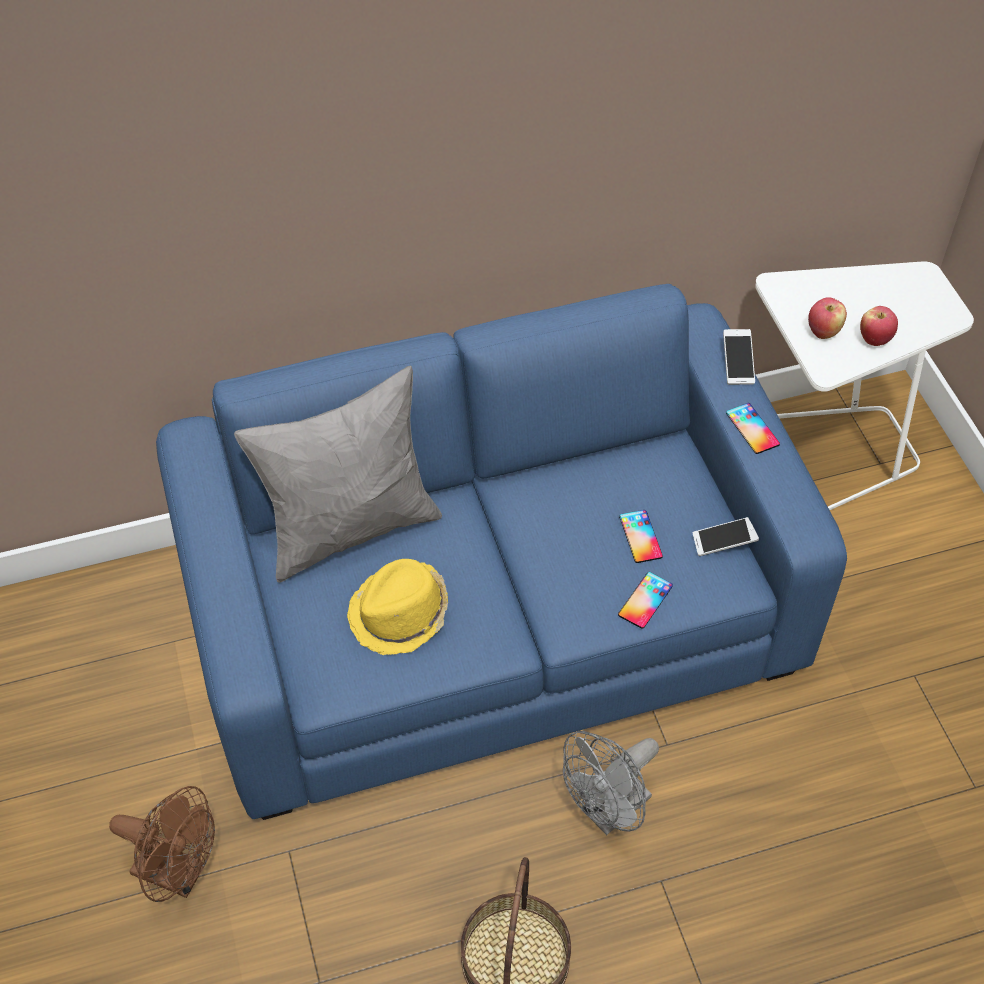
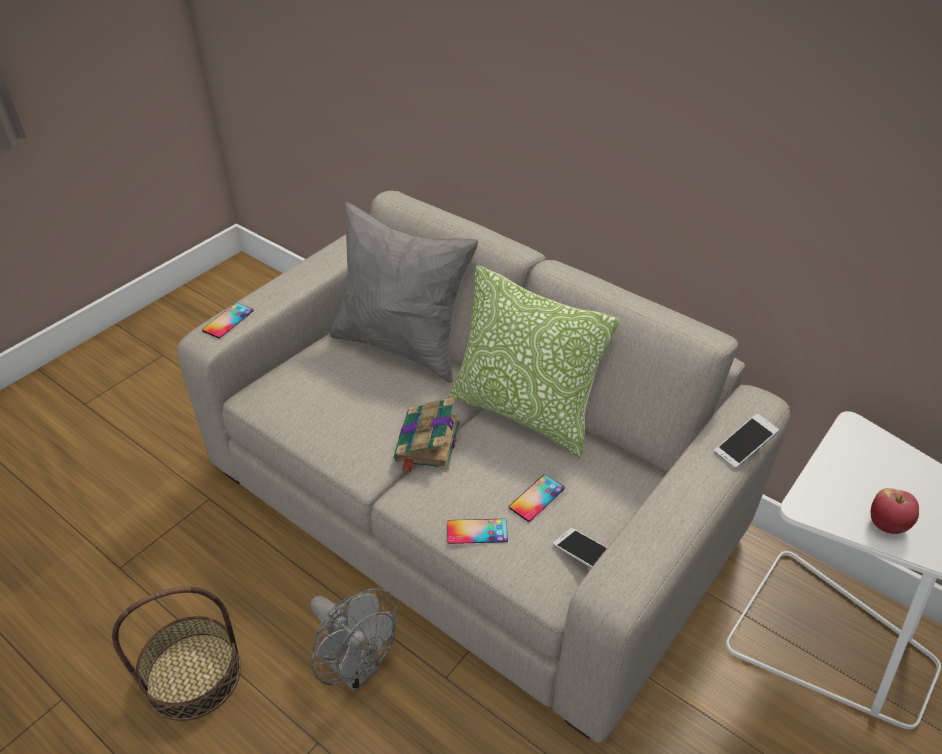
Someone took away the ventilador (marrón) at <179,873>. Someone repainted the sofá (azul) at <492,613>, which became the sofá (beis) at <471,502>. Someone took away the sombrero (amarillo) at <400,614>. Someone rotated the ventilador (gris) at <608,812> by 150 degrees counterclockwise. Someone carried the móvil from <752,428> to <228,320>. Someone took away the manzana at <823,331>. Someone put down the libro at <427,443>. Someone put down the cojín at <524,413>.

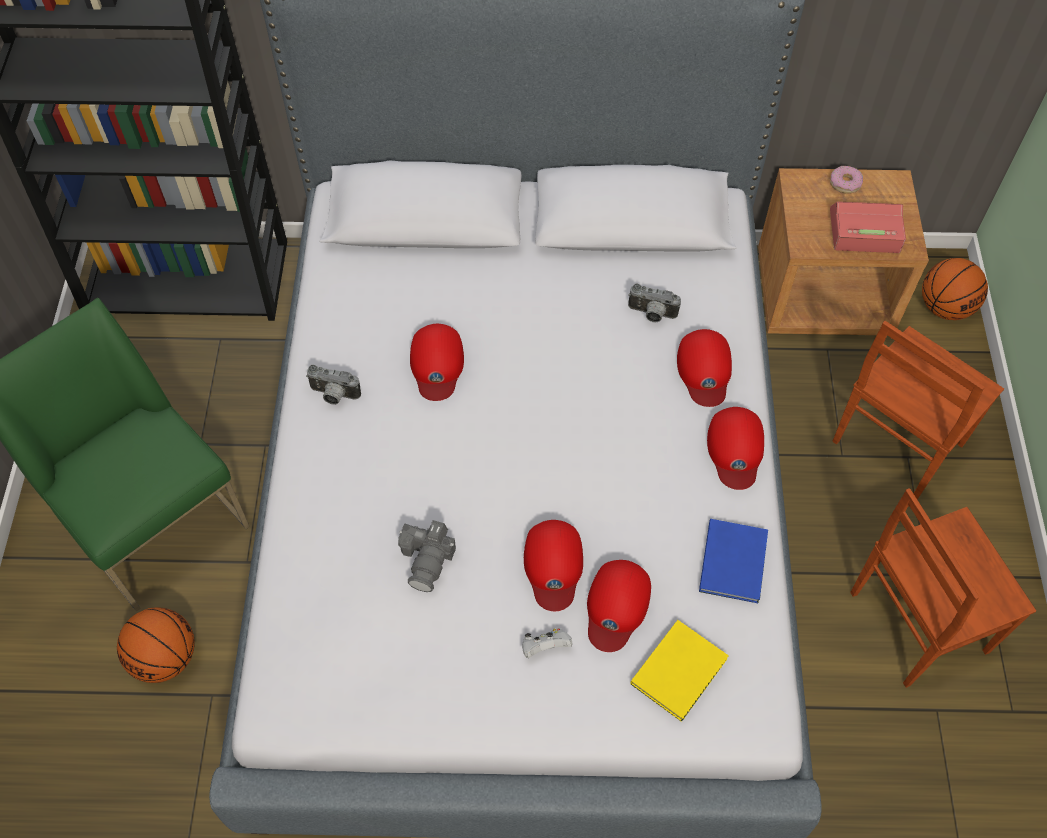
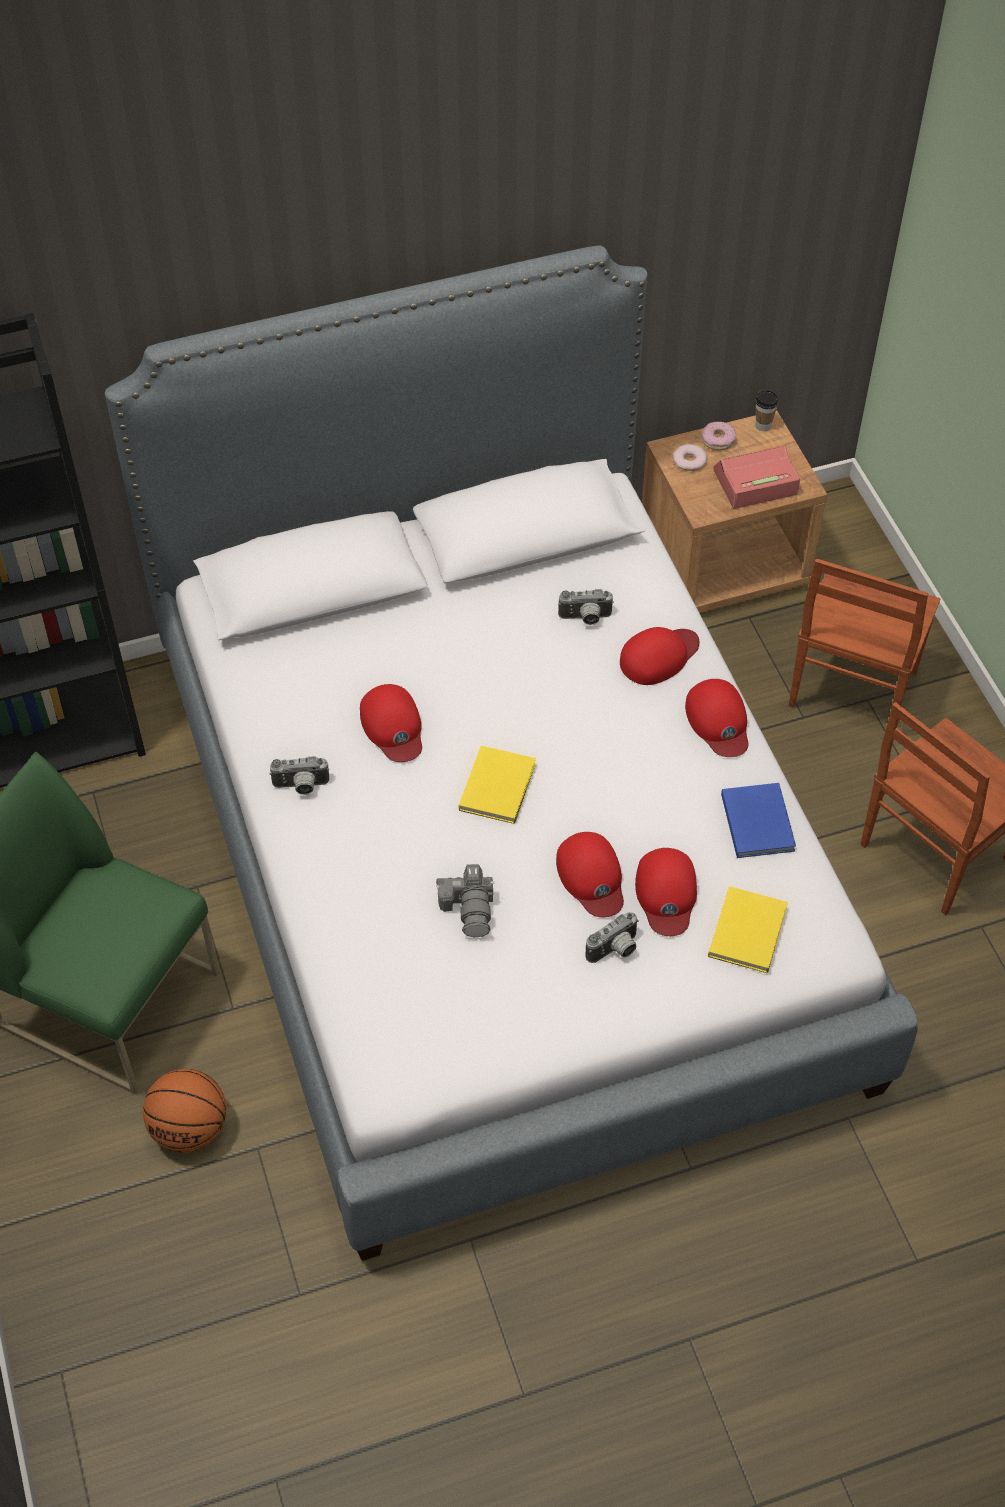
Someone swapped the mando de consola (blanco) at <545,647> for the cámara at <615,950>. Someone rotated the gorra (rojo) at <704,370> by 105 degrees counterclockwise. Someone took away the balón de baloncesto at <945,307>. Someone put down the libro (amarillo) at <499,785>. Someone put down the rosquilla at <689,460>. Someone put down the taza at <763,425>.

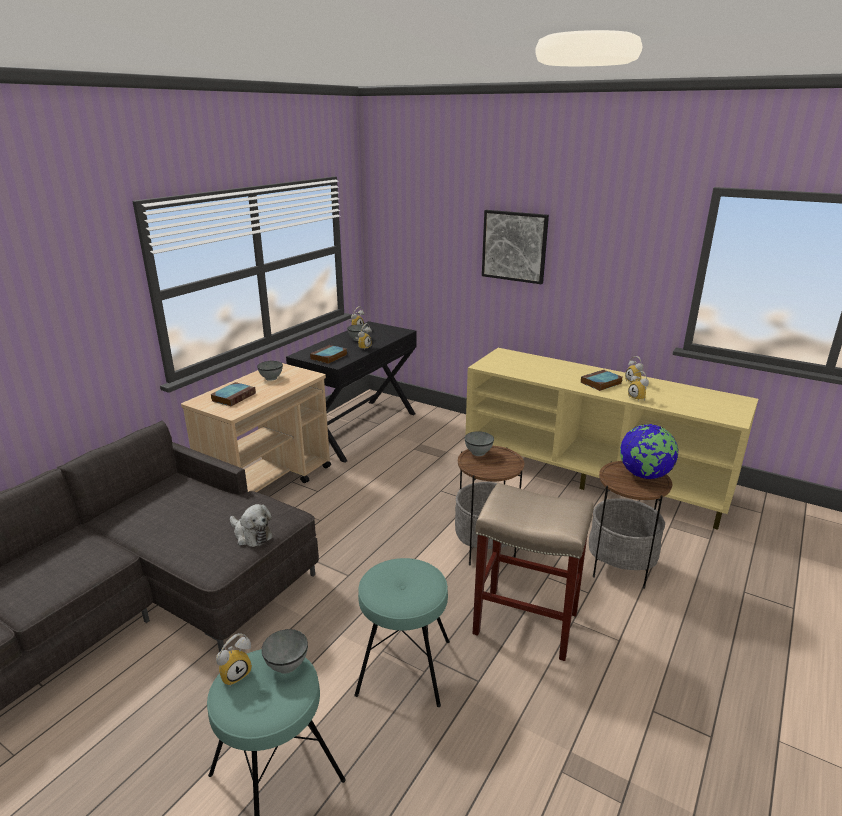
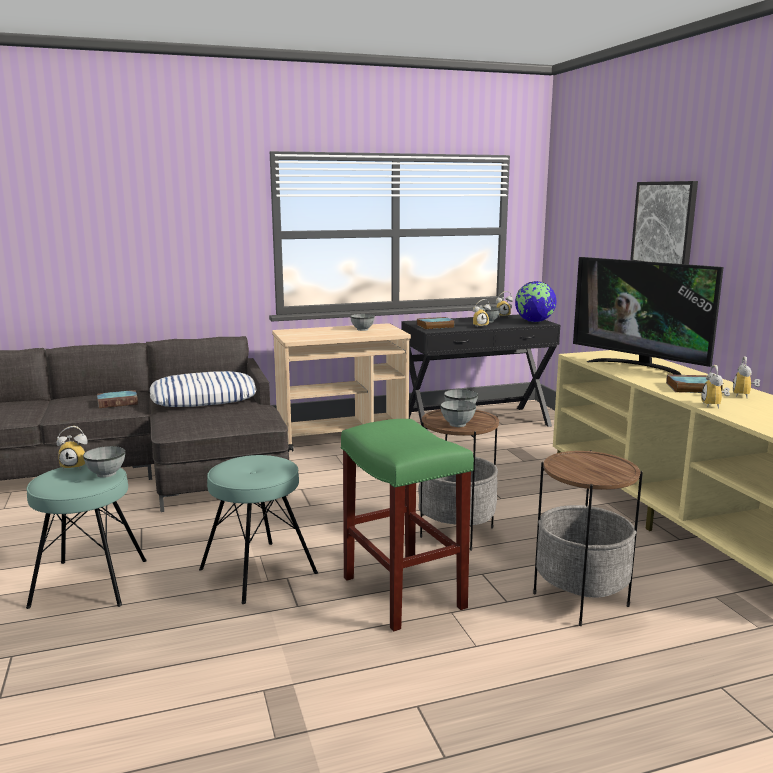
Someone carried the libro from <234,397> to <118,402>. Someone took away the peluche at <251,535>. Someone repainted the taburete (beis) at <527,623>, which became the taburete (verde) at <405,593>. Someone carried the globo terráqueo from <644,475> to <534,322>. Someone put down the cojín at <204,398>. Someone put down the cuenco (gris) at <458,424>. Someone put down the televisor at <639,367>.

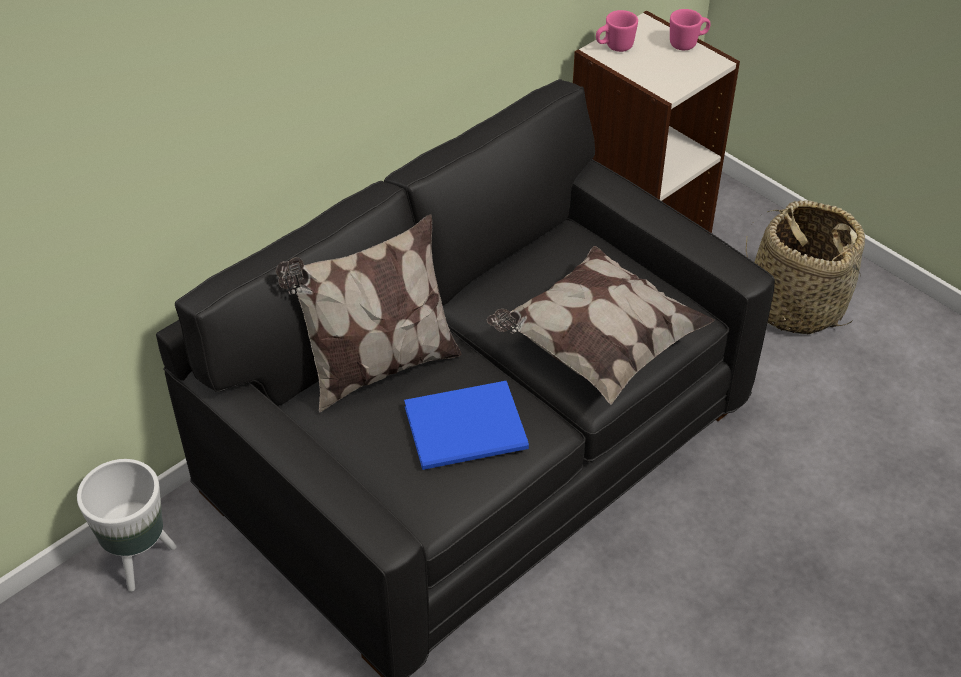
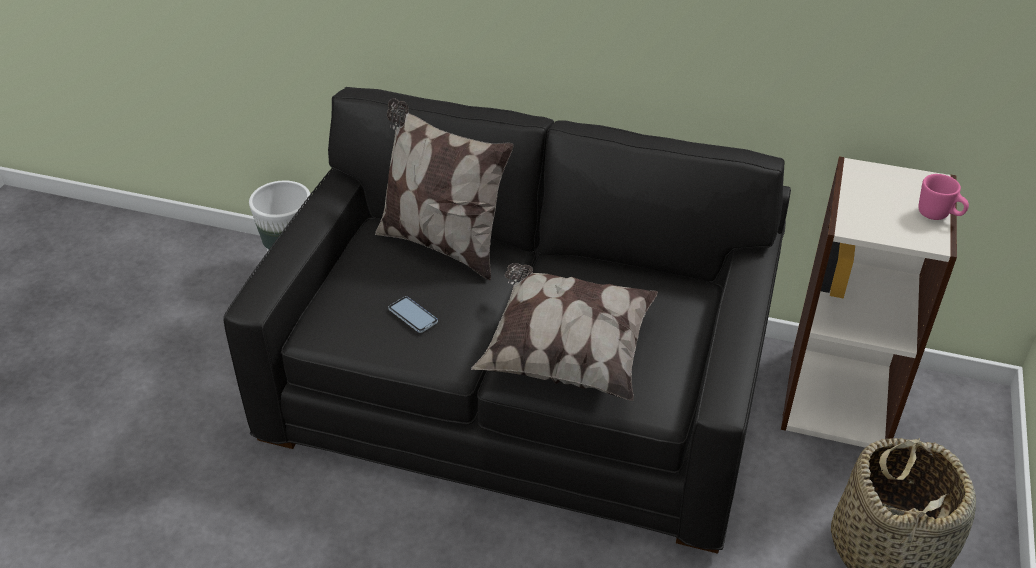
Someone swapped the libro (azul) at <469,430> for the móvil at <413,315>. Someone took away the taza grande (rosa) at <614,47>.

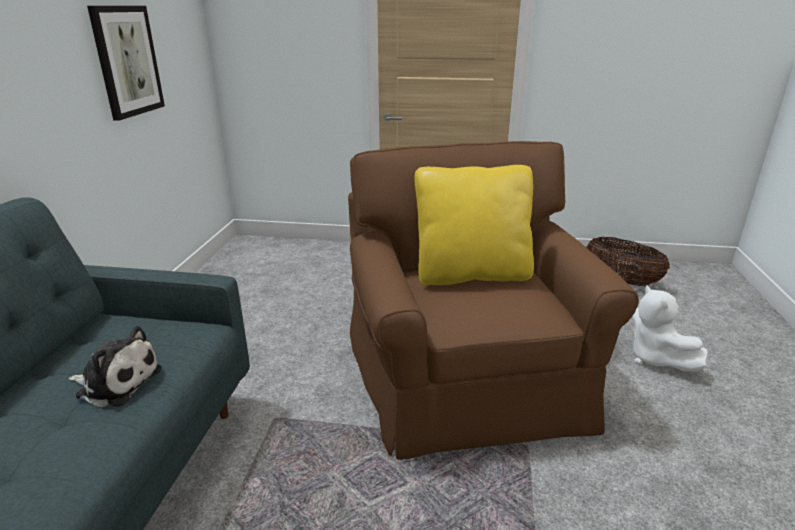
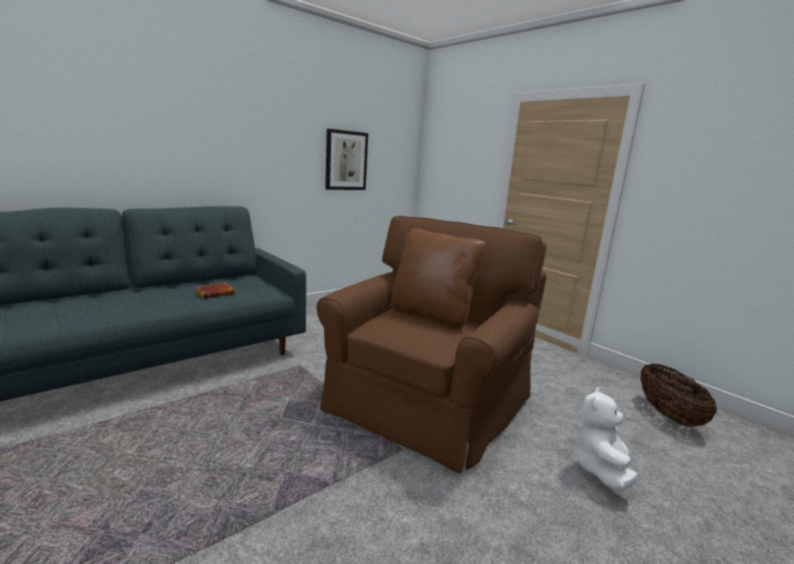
Someone swapped the peluche at <116,382> for the libro (marrón) at <215,293>. Someone repainted the cojín (amarillo) at <471,275>, which became the cojín (marrón) at <431,315>.

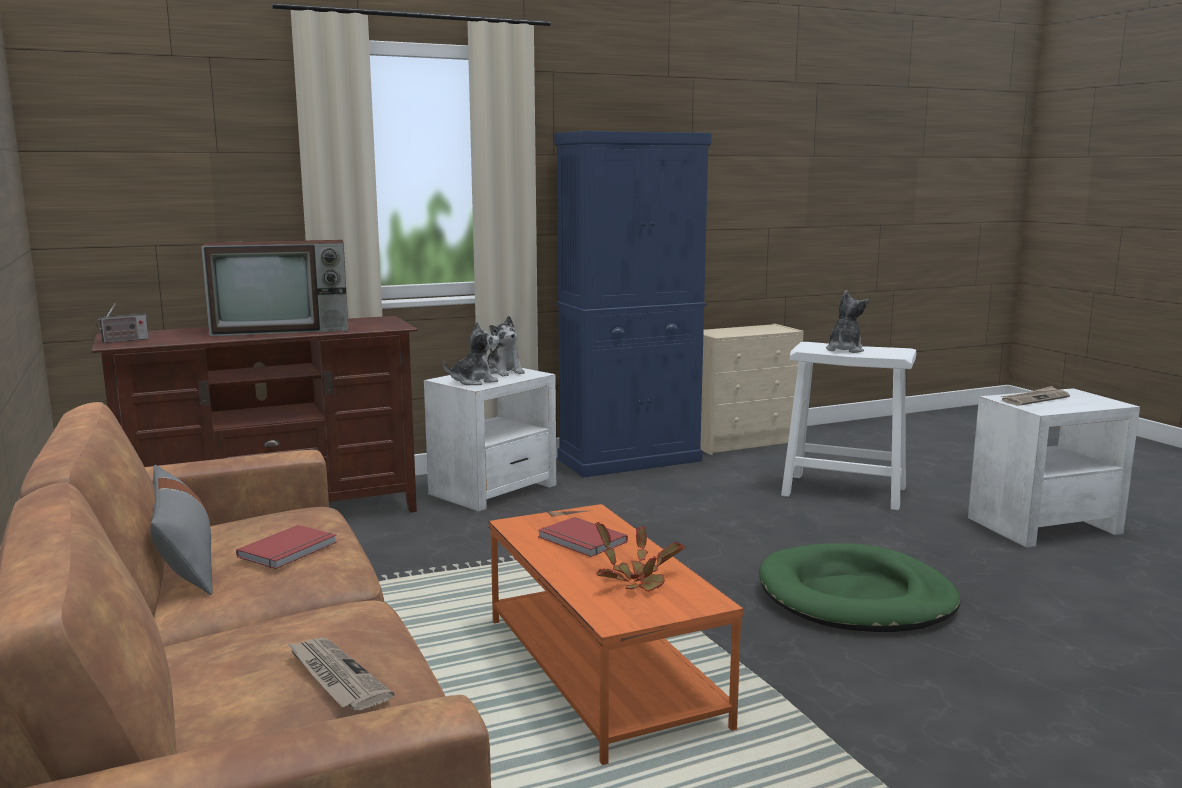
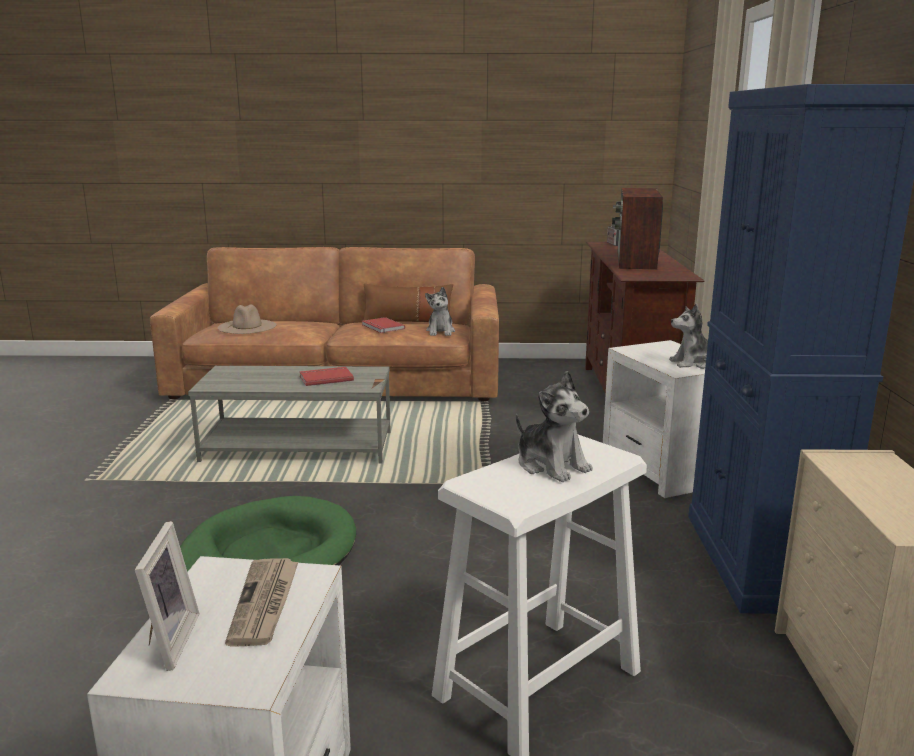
Someone repainted the cojín (gris) at <185,561>, which became the cojín (marrón) at <408,322>. Someone swapped the periódico at <335,677> for the sombrero (beis) at <247,326>. Someone carried the peluche from <473,381> to <440,331>. Someone repainted the mesa de centro (naranja) at <599,670>, which became the mesa de centro (gris) at <299,446>. Someone took away the planta en maceta at <635,579>. Someone put down the portarretratos at <166,641>.

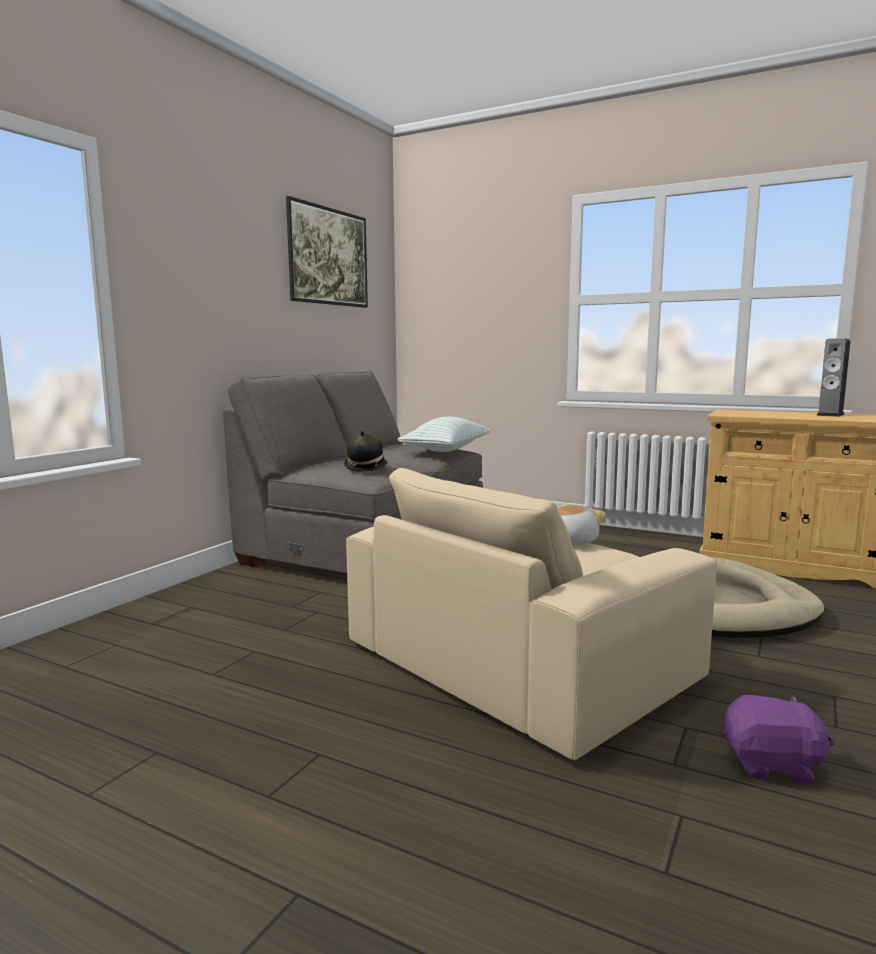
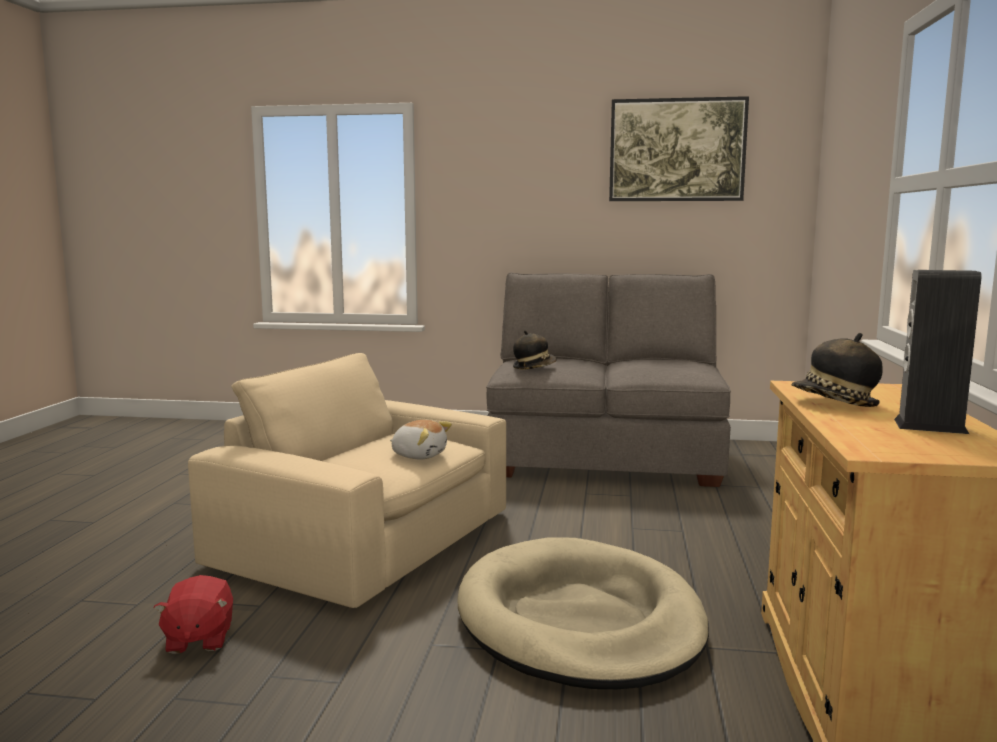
Someone took away the cojín at <446,450>. Someone repainted the peluche (morado) at <772,765>, which became the peluche (rojo) at <198,639>. Someone put down the sombrero at <835,403>.

